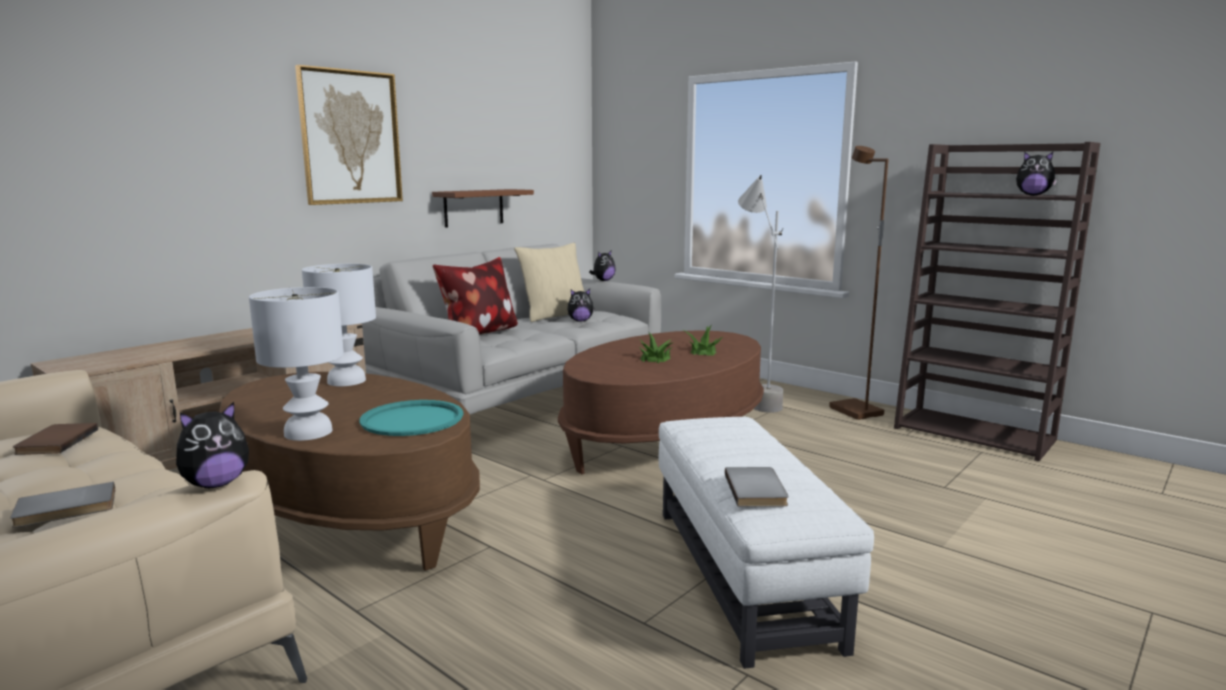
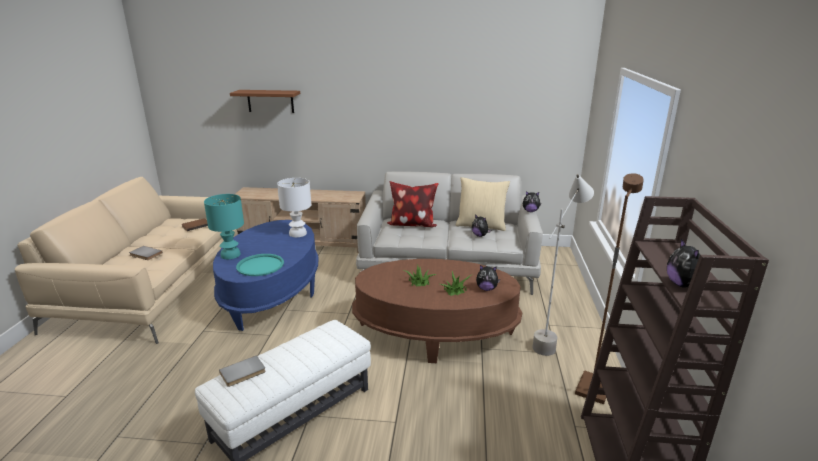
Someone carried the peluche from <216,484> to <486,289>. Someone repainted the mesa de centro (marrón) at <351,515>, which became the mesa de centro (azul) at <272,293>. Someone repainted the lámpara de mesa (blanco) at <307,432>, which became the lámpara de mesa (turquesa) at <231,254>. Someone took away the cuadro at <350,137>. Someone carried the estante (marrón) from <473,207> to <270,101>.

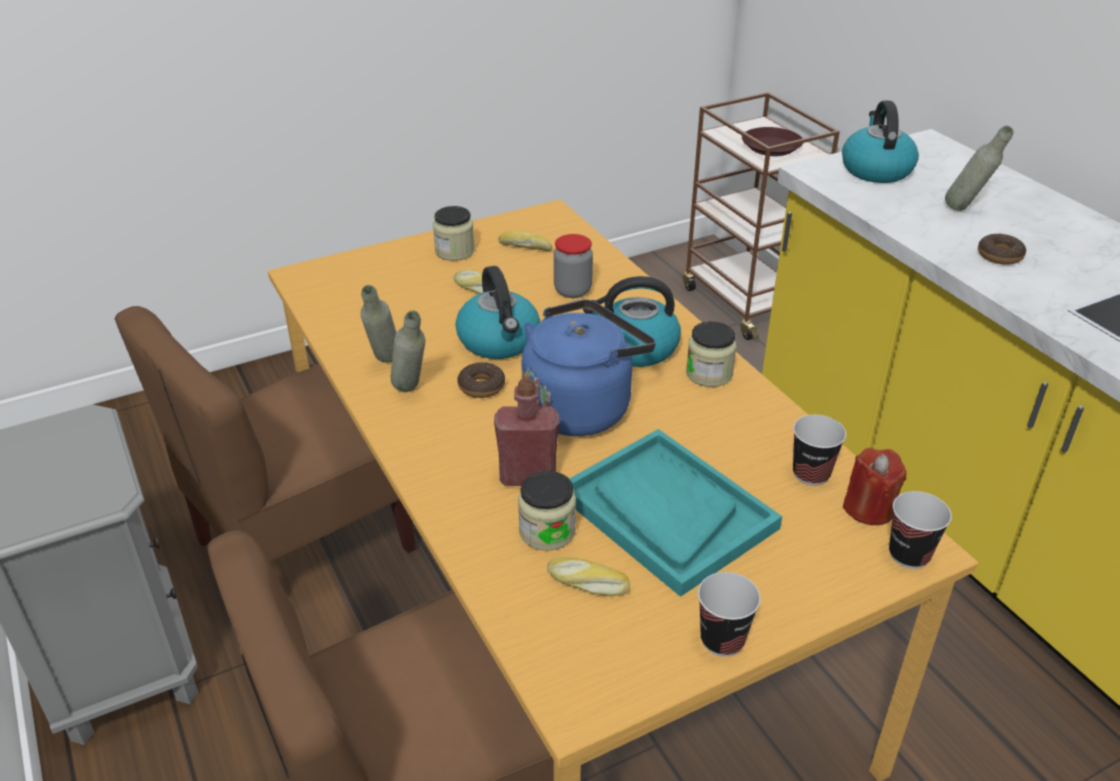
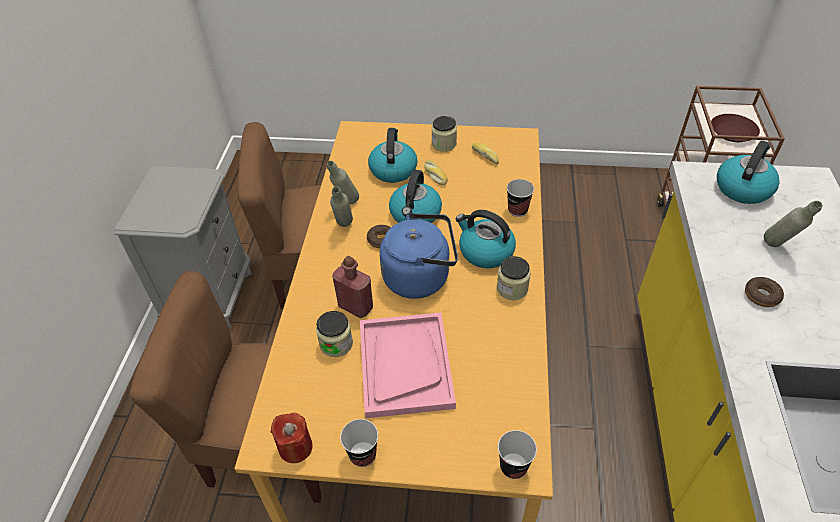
Someone took away the pan at <587,584>. Someone took away the tarro at <572,290>. Someone repainted the bandeja (turquesa) at <667,512>, which became the bandeja (rosa) at <405,365>. Someone carried the taza from <811,474> to <517,210>. Someone carried the vela (rojo) from <868,508> to <295,447>. Someone put down the hervidor at <393,169>.

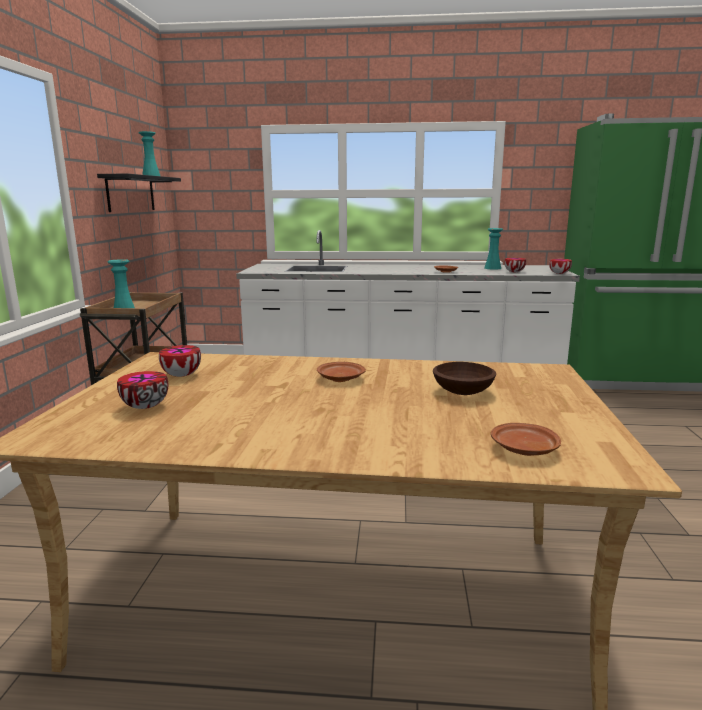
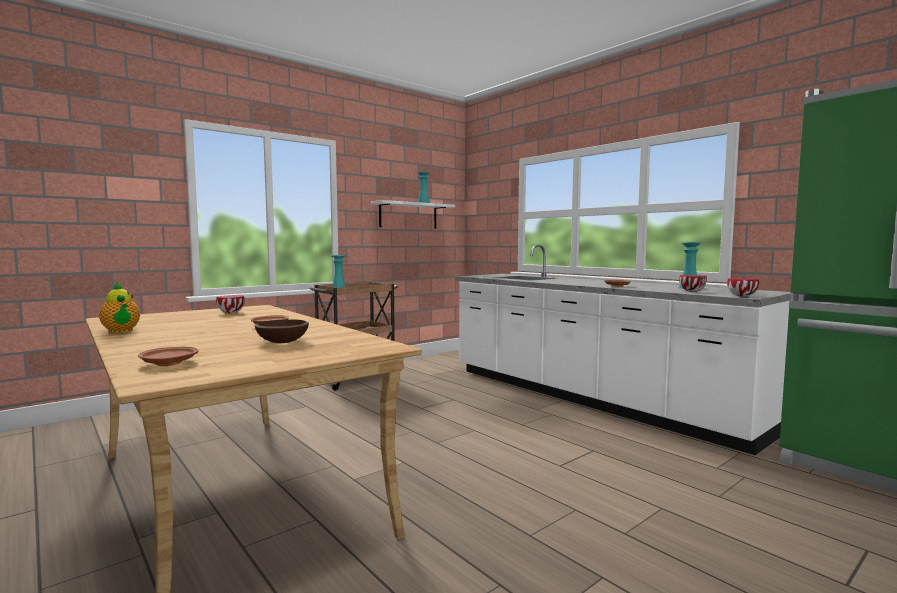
Someone repainted the estante (negro) at <131,193>, which became the estante (blanco) at <408,215>. Someone took away the cuenco at <146,406>. Someone put down the tetera at <121,331>.

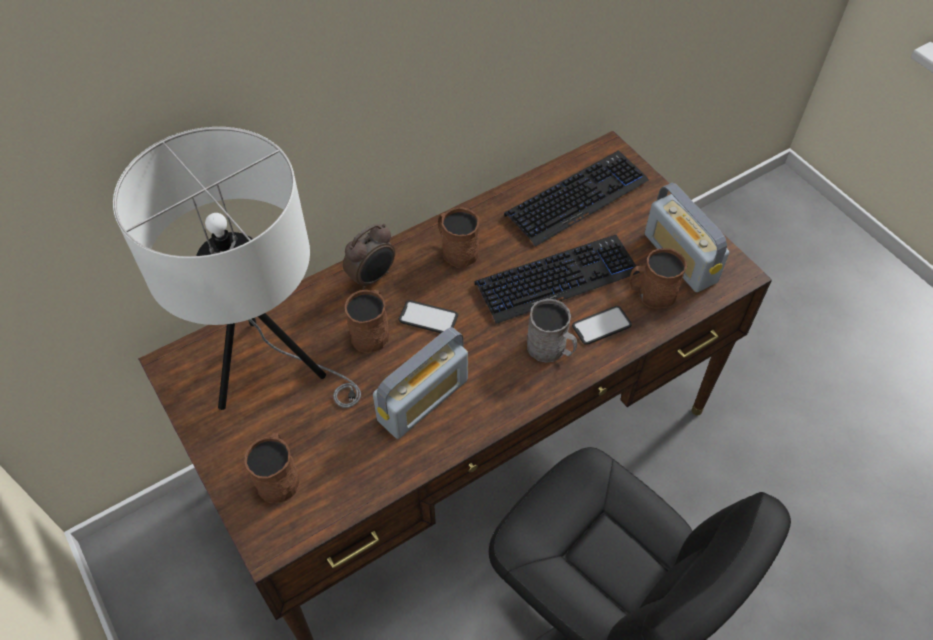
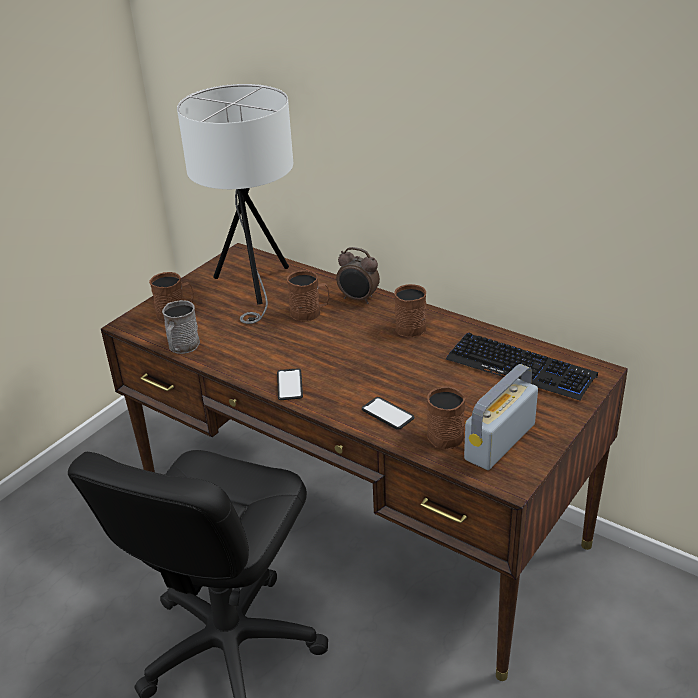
Someone took away the radio at <423,400>. Someone carried the móvil from <428,318> to <289,385>. Someone took away the teclado at <557,279>. Someone carried the taza grande (gris) from <551,349> to <182,347>.

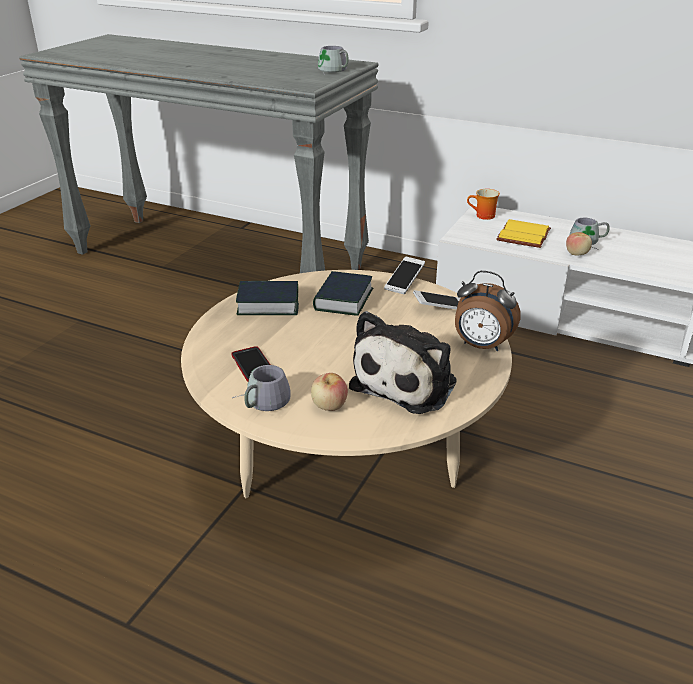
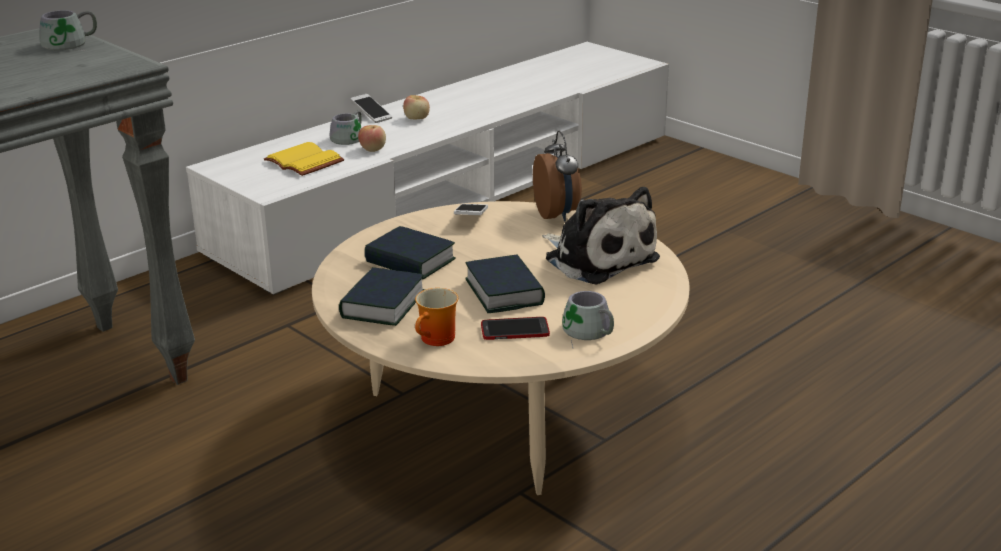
Someone carried the manzana from <329,406> to <417,119>. Someone carried the móvil from <404,282> to <371,115>. Someone rotated the despertador at <481,346> by 60 degrees counterclockwise. Someone carried the taza grande from <483,216> to <438,340>. Someone put down the libro at <504,292>.

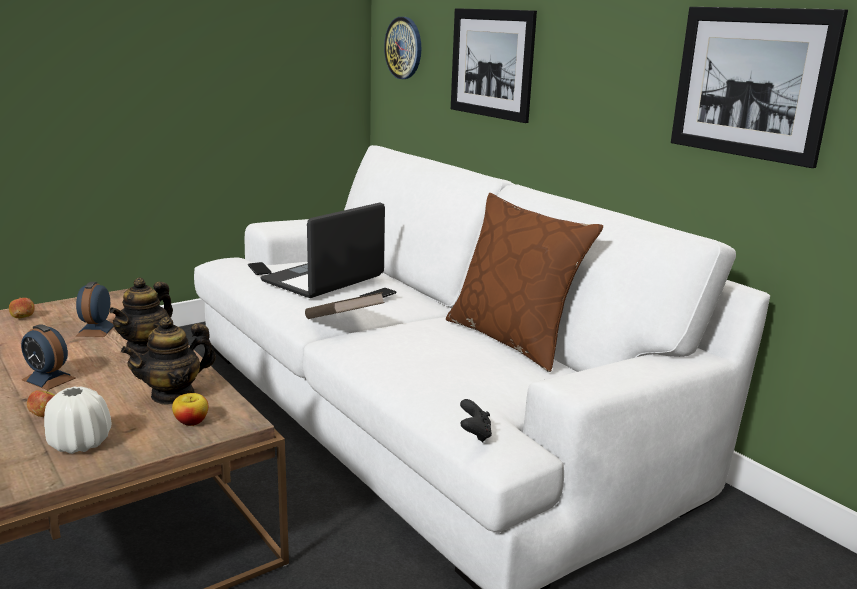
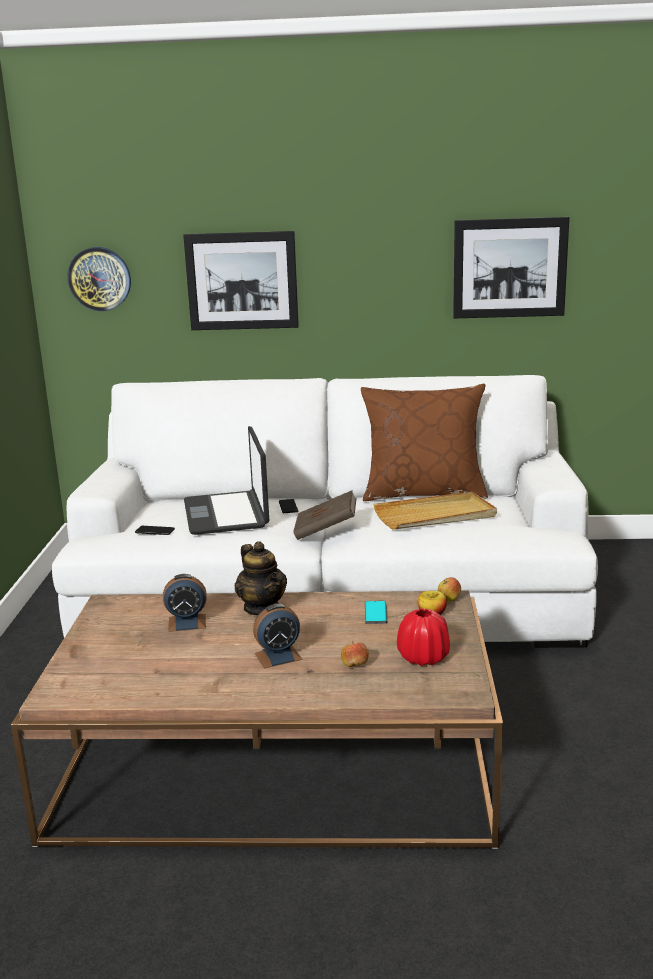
Someone carried the manzana from <23,318> to <449,599>. Someone repainted the florero (blanco) at <80,444>, which became the florero (rojo) at <423,658>. Someone rotated the despertador at <96,329> by 45 degrees counterclockwise. Someone swapped the tetera at <173,394> for the móvil at <375,613>. Someone took away the mando de consola (negro) at <475,434>. Someone put down the bandeja (beis) at <435,516>.

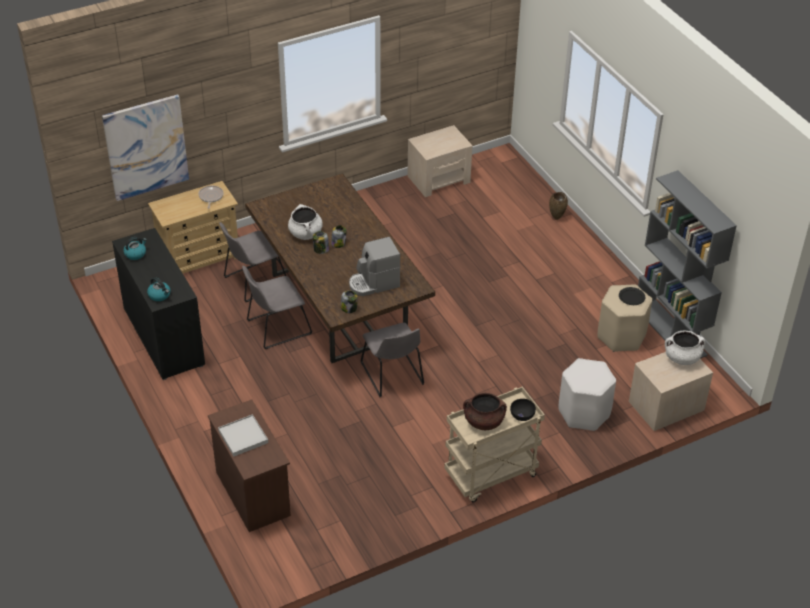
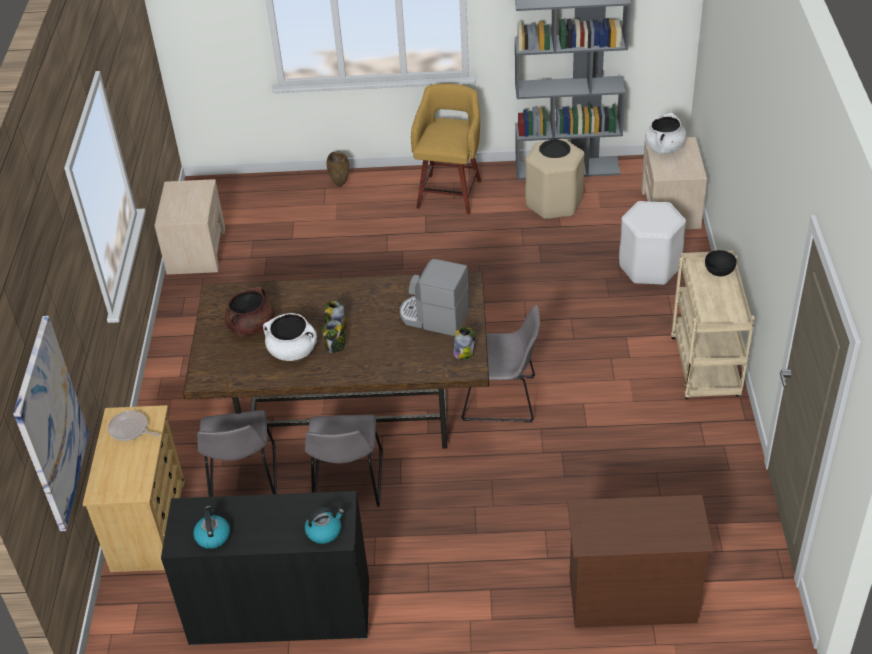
Someone took away the bandeja (blanco) at <243,437>. Someone rotated the cafetera at <374,283> by 105 degrees clockwise. Someone carried the olla (marrón) from <483,422> to <251,328>. Someone put down the taburete (amarillo) at <450,192>.

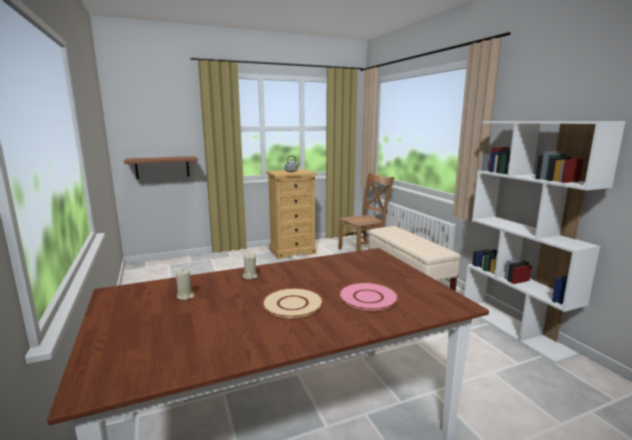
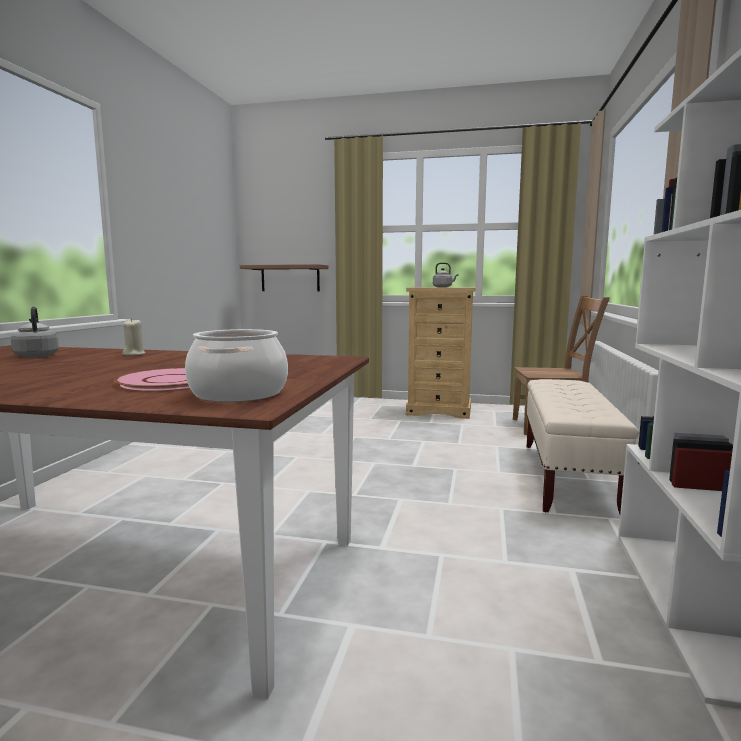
Someone swapped the vela (beis) at <185,296> for the hervidor (gris) at <37,355>. Someone took away the plato (beis) at <293,304>. Someone put down the olla at <239,393>.

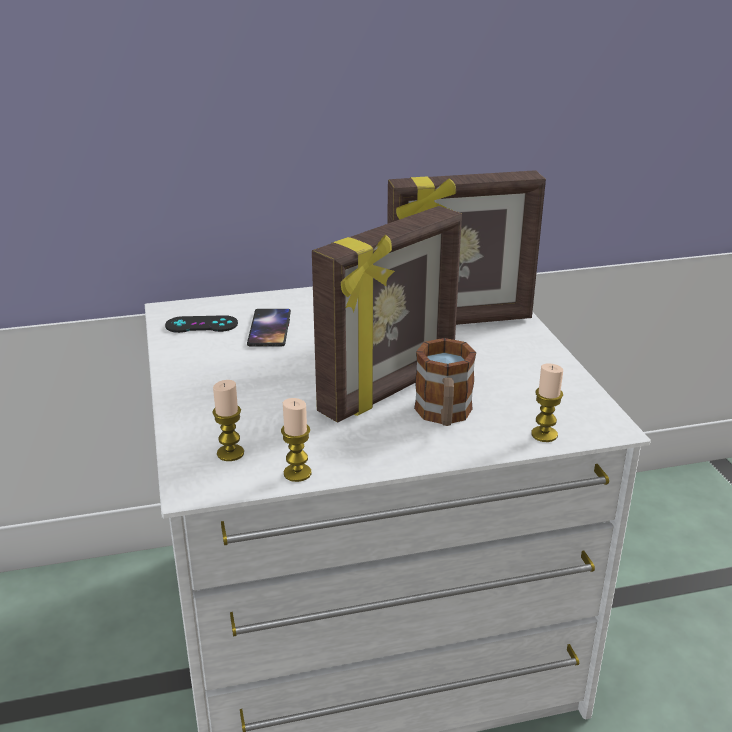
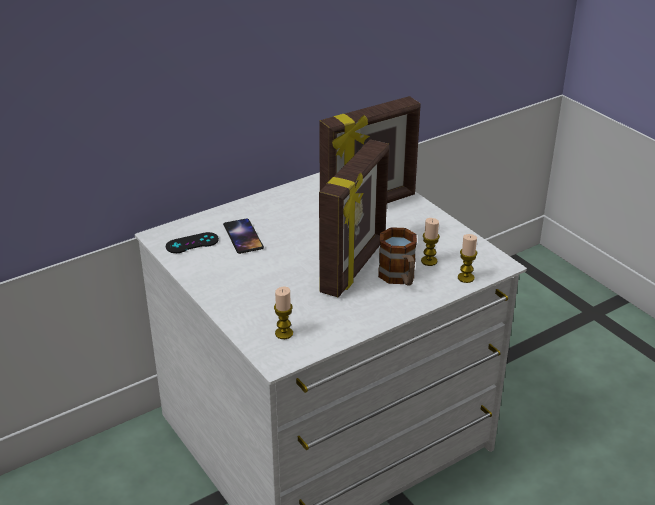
Someone carried the vela from <297,473> to <429,261>.

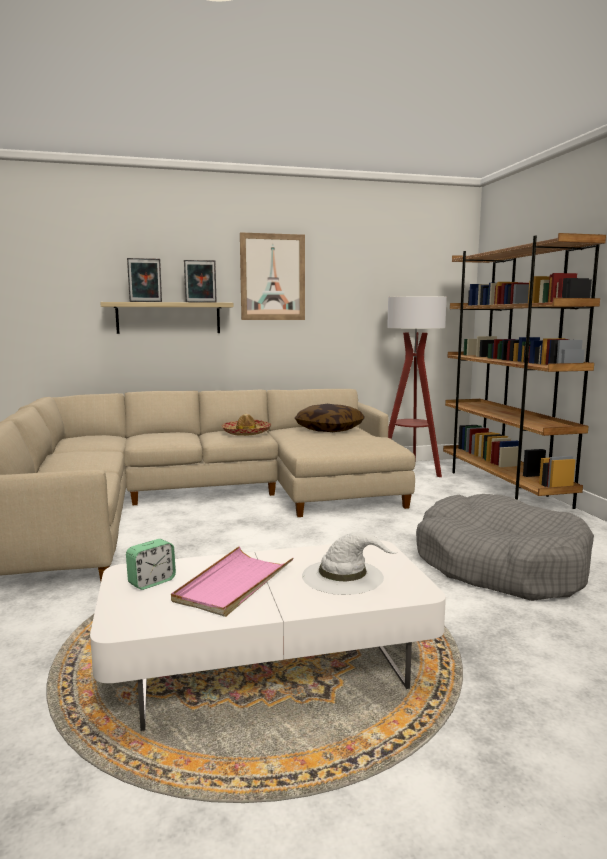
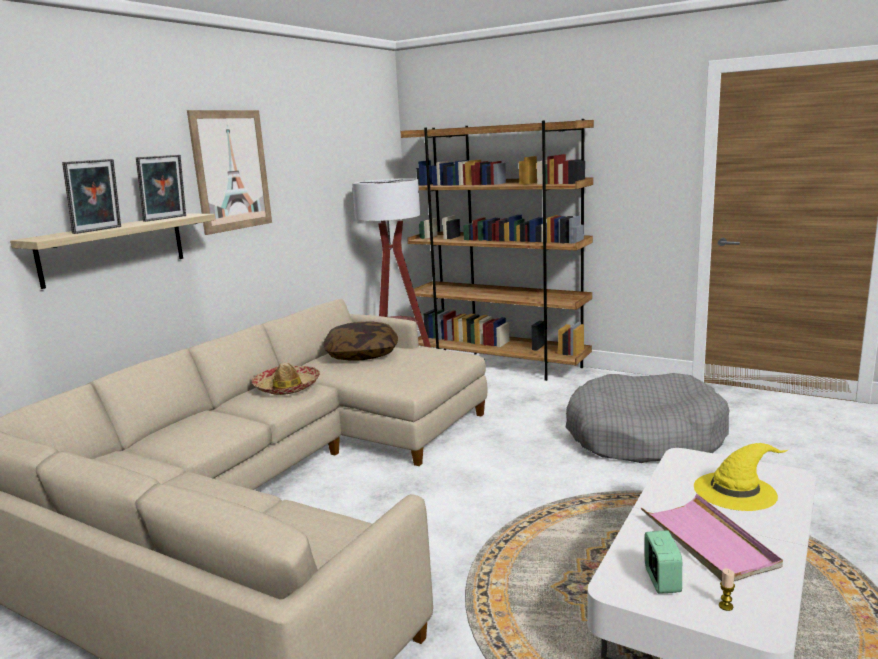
Someone repainted the sombrero (blanco) at <344,576>, which became the sombrero (amarillo) at <735,490>. Someone put down the vela at <725,606>.

